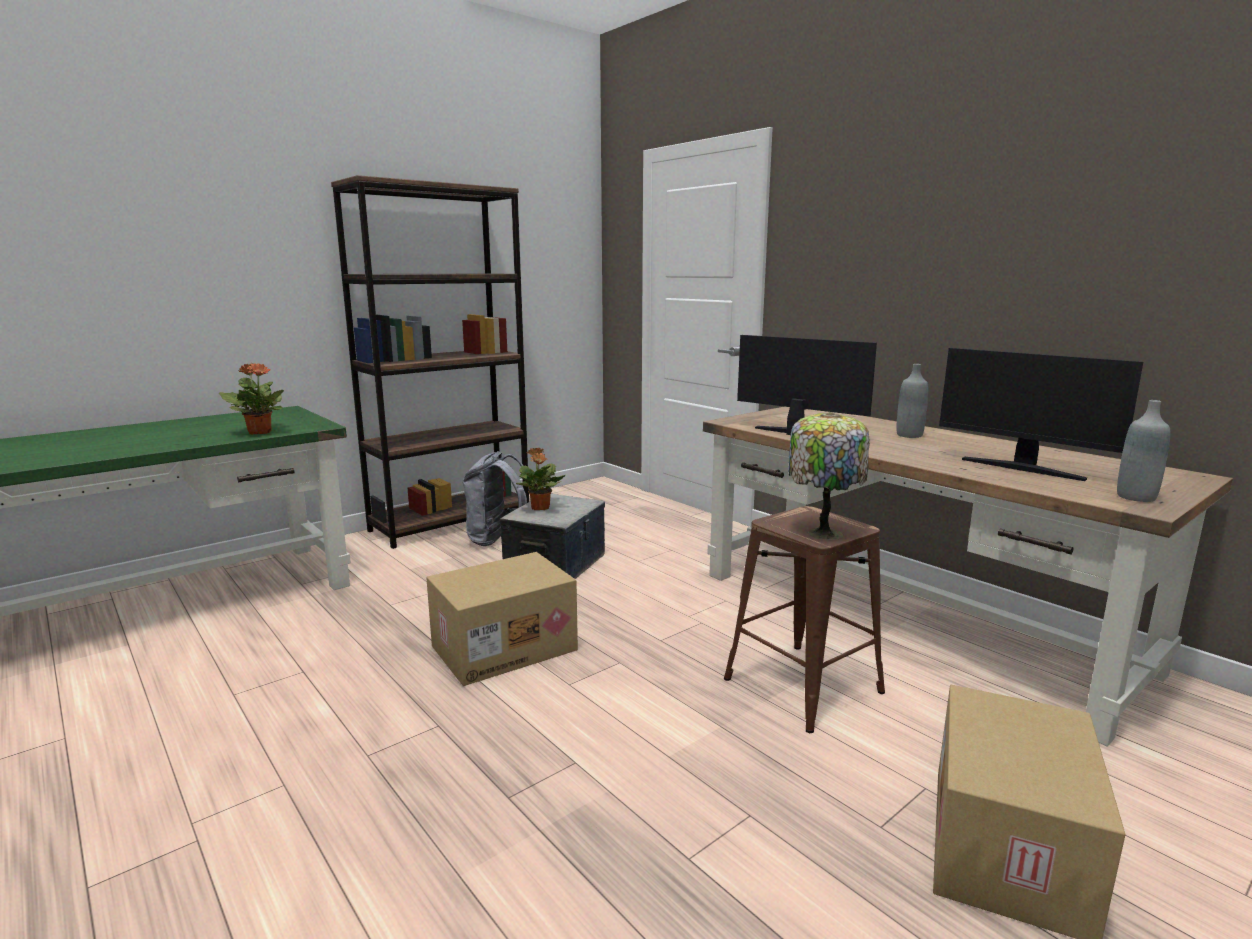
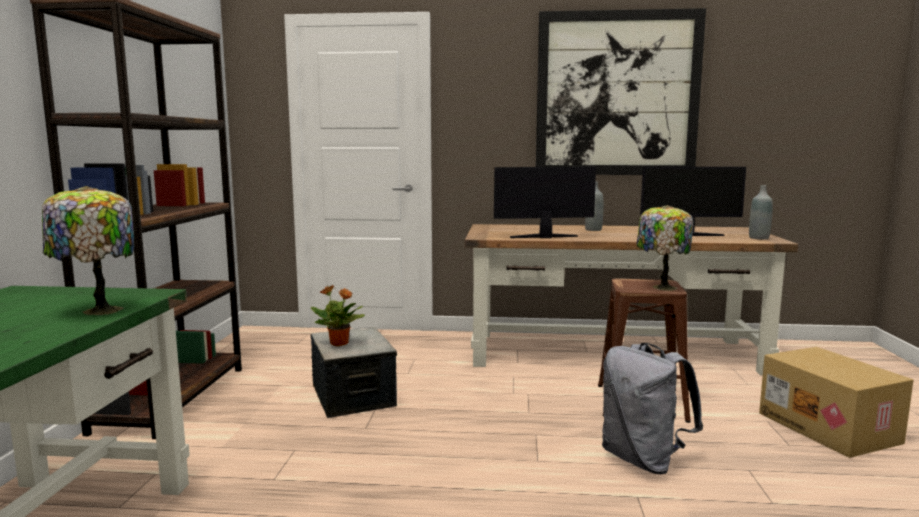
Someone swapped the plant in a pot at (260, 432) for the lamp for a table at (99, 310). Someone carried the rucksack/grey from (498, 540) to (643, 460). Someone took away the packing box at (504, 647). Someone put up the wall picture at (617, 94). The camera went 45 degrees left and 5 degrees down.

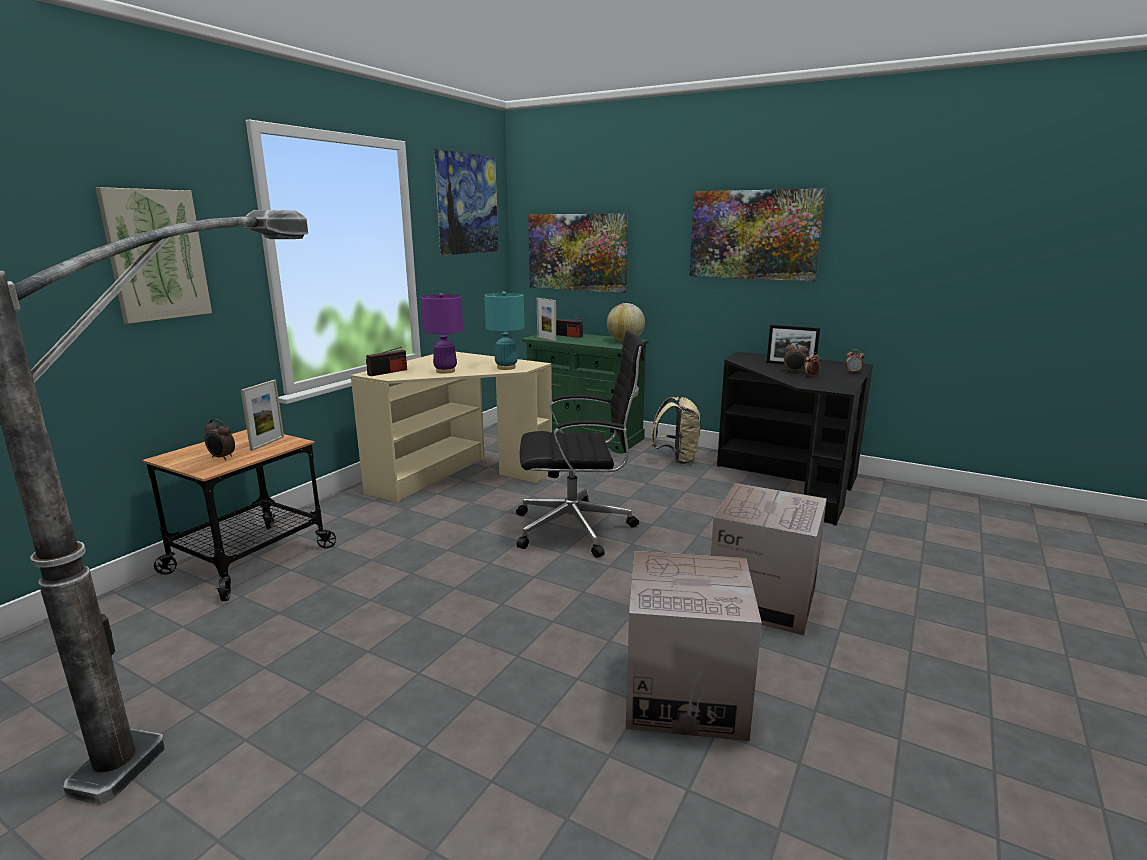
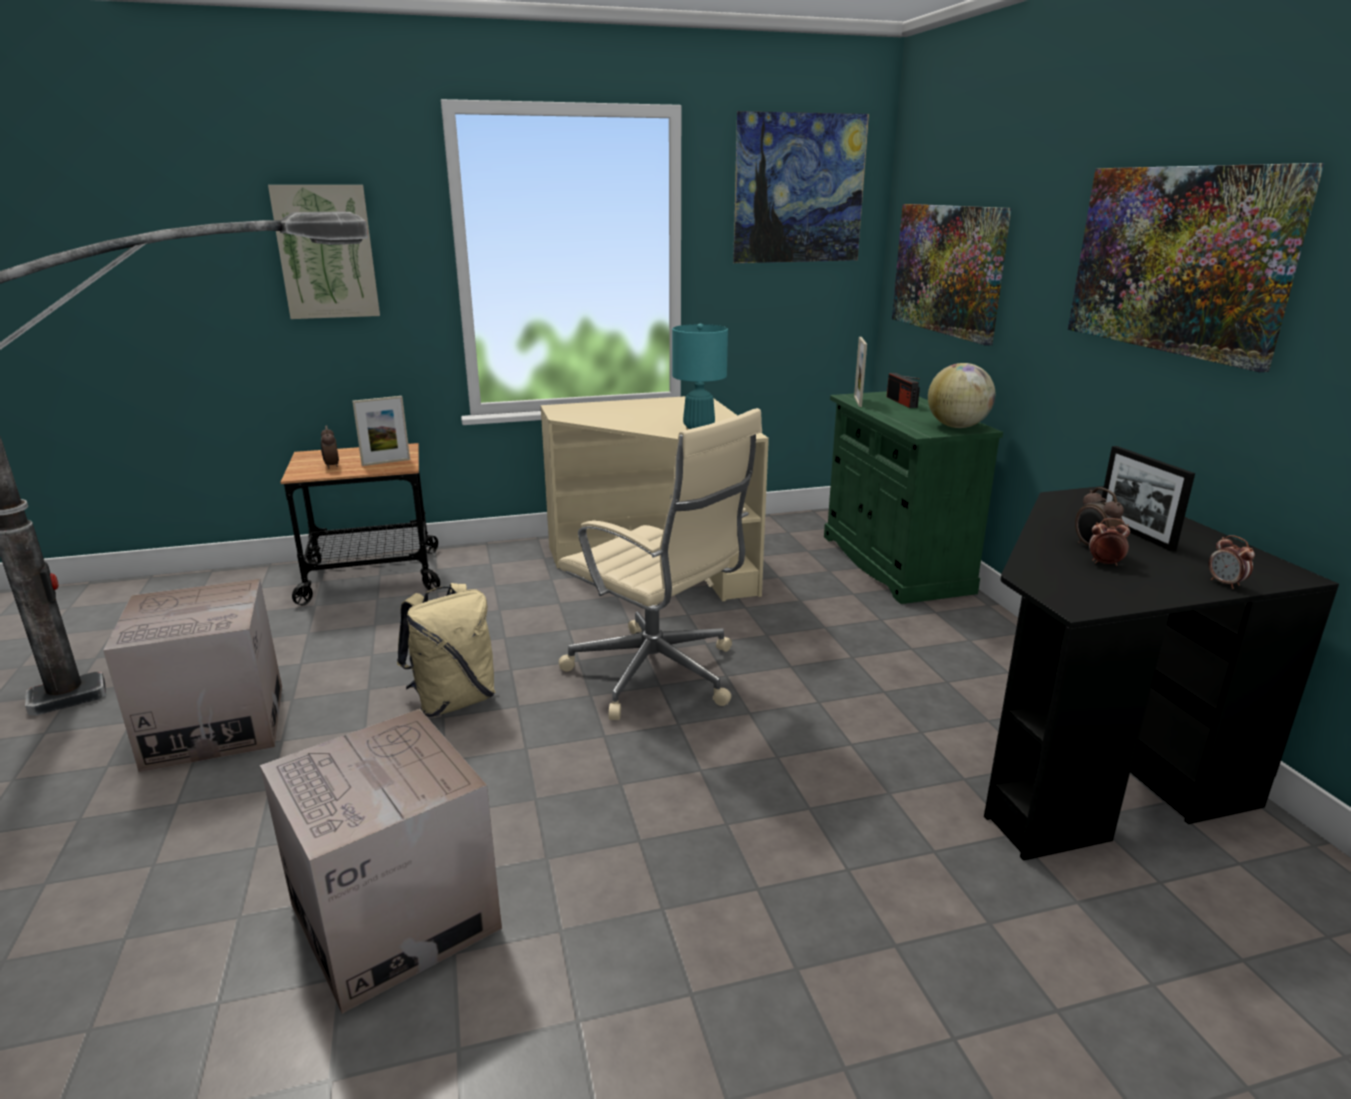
Someone took away the lamp for a table/purplish at (445, 371). Someone repainted the office chair/blackish at (577, 528), which became the office chair/beige-coloured at (658, 675). Someone took away the radio at (387, 372). Someone carried the rucksack/beige-coloured from (676, 459) to (454, 701). Someone carried the packing box from (762, 599) to (216, 726). The camera went 45 degrees right and 5 degrees up.

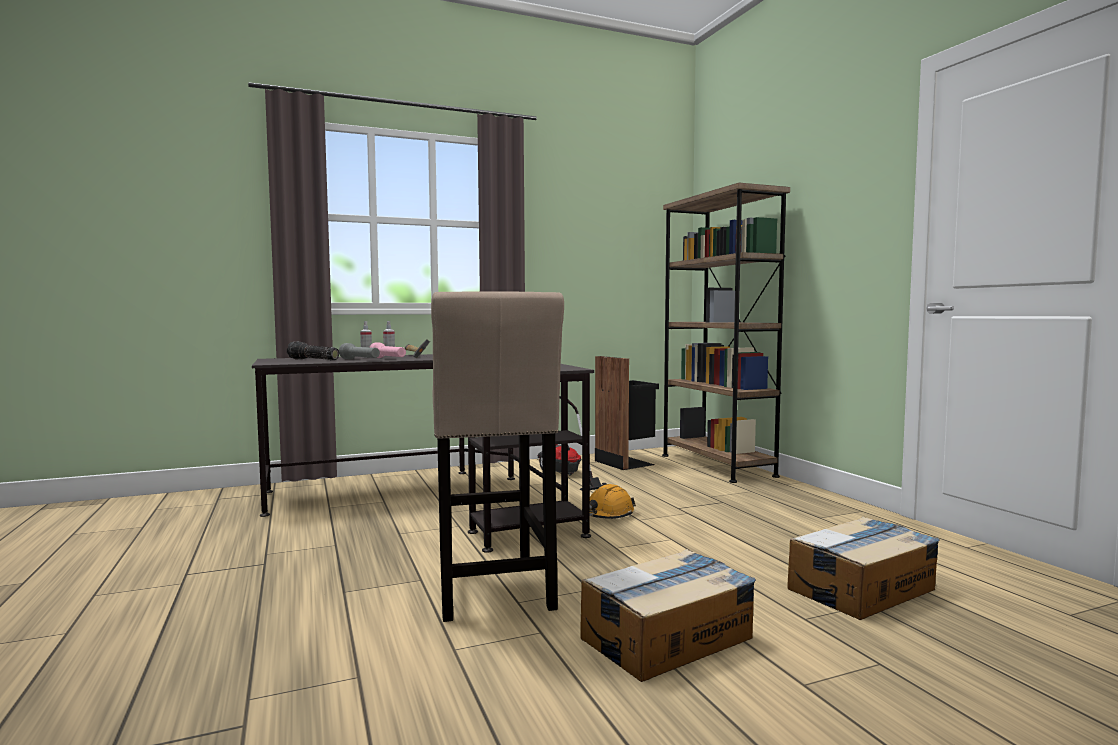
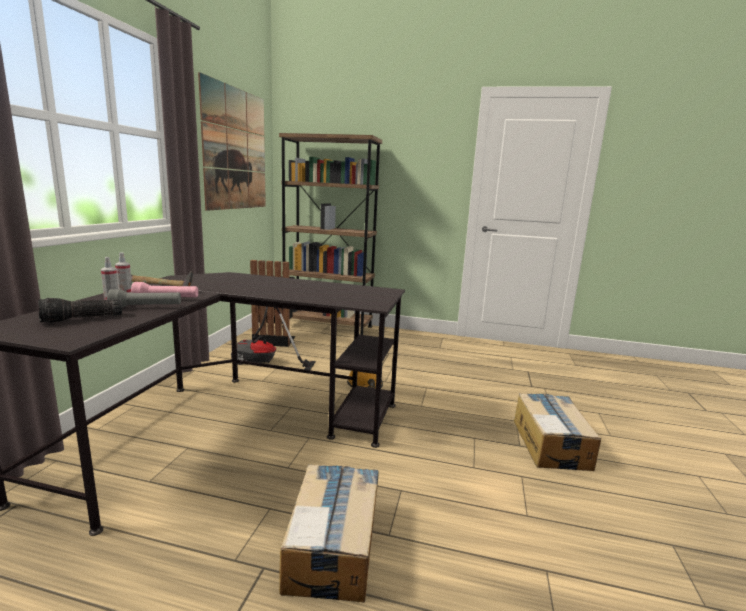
Someone took away the stool seat/beige-coloured at (493, 590). Someone carried the packing box from (862, 589) to (333, 545). Someone put up the wall picture at (235, 149). The camera went 55 degrees left and 10 degrees up.

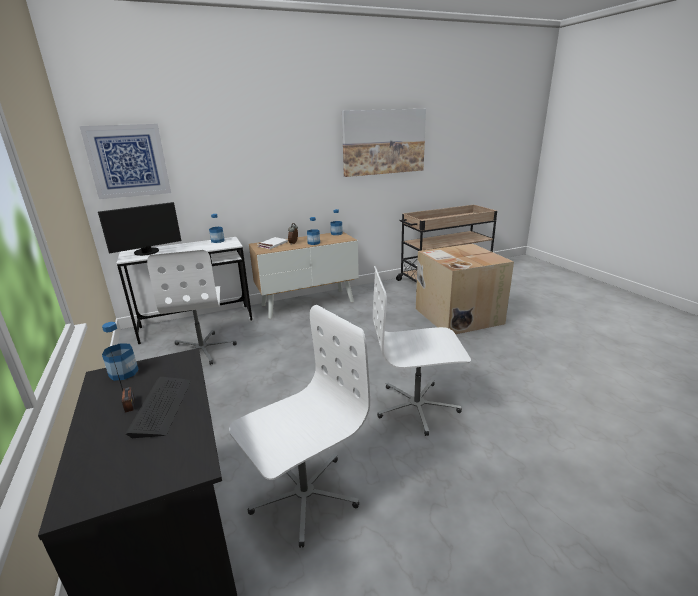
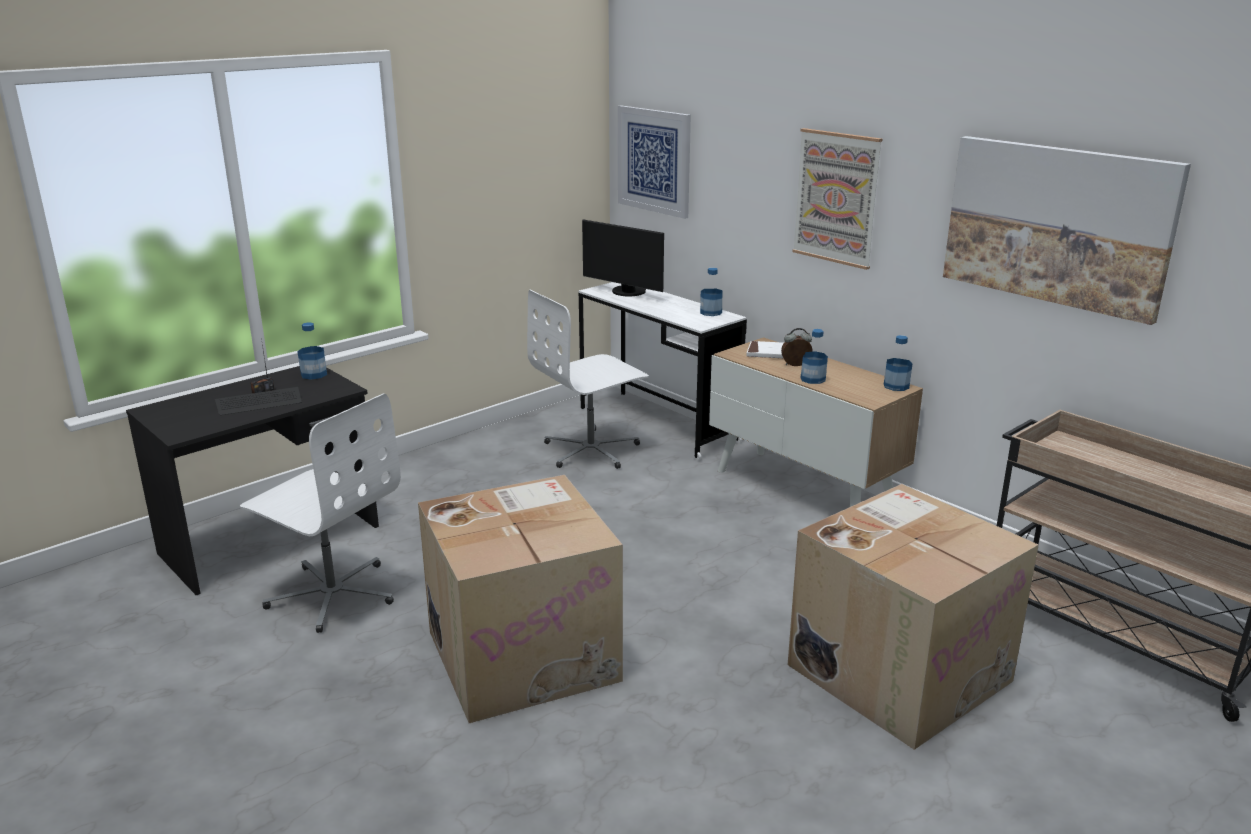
Someone swapped the office chair/white at (417, 407) for the packing box at (524, 653). Someone put up the wall picture at (836, 198). The camera went 70 degrees right and 0 degrees up.

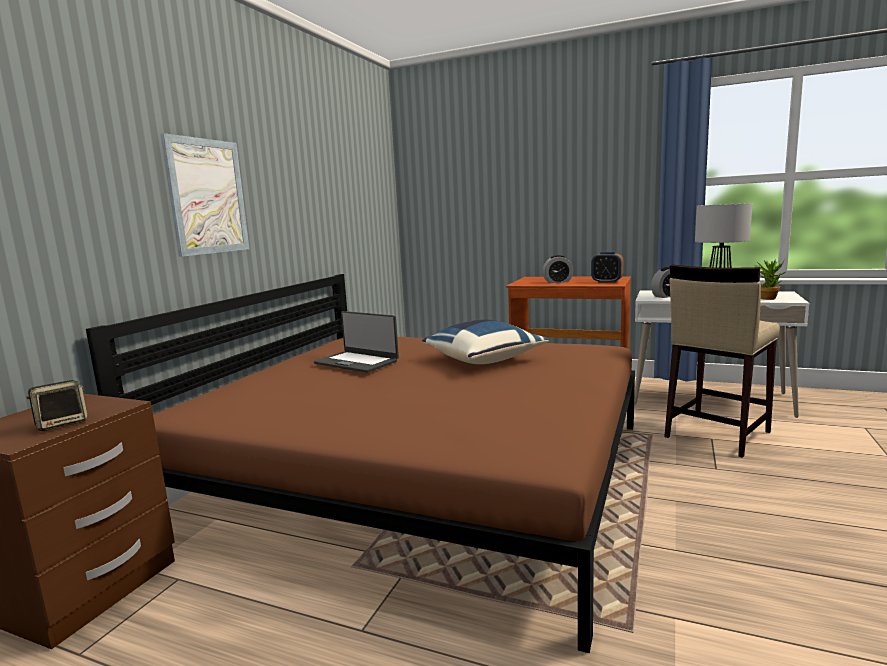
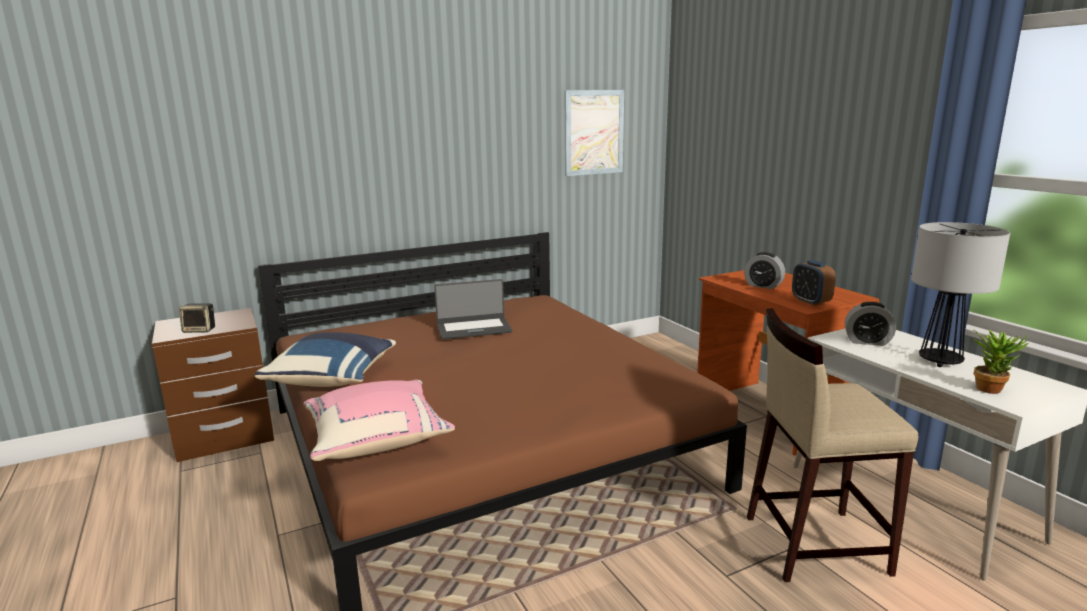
Someone carried the wall picture from (207, 197) to (593, 132). Someone rotated the notebook computer at (357, 362) by 90 degrees counterclockwise. Someone carried the throw pillow/blue-coloured from (483, 360) to (333, 379). Someone put down the throw pillow/pink at (377, 440). The camera went 40 degrees right and 5 degrees up.

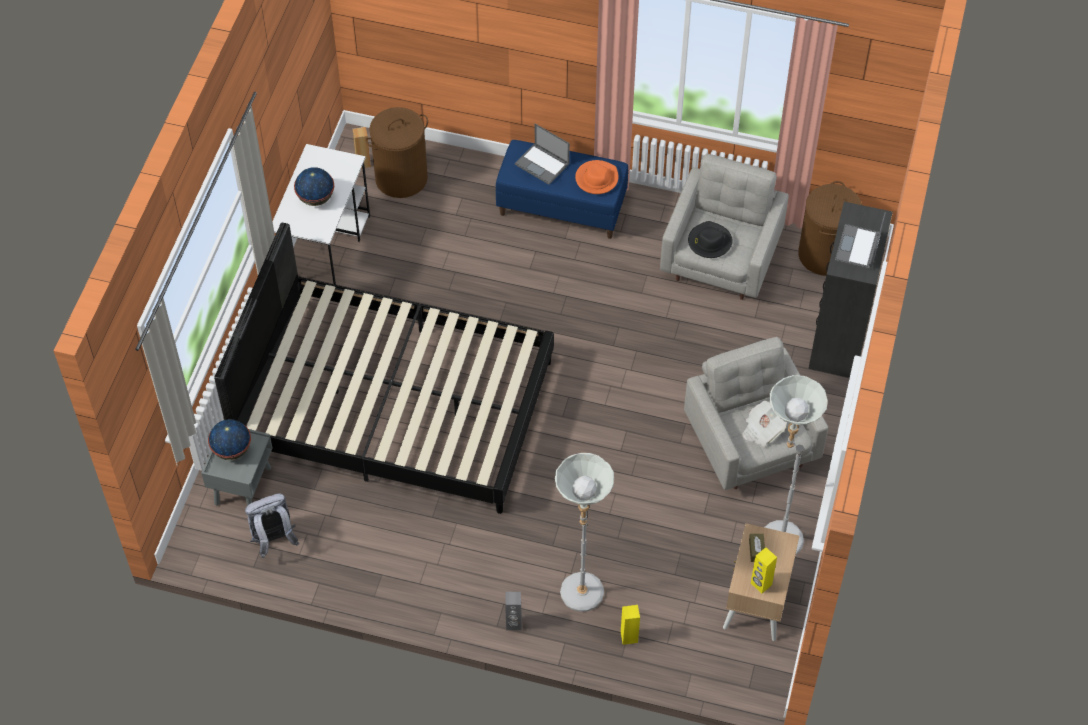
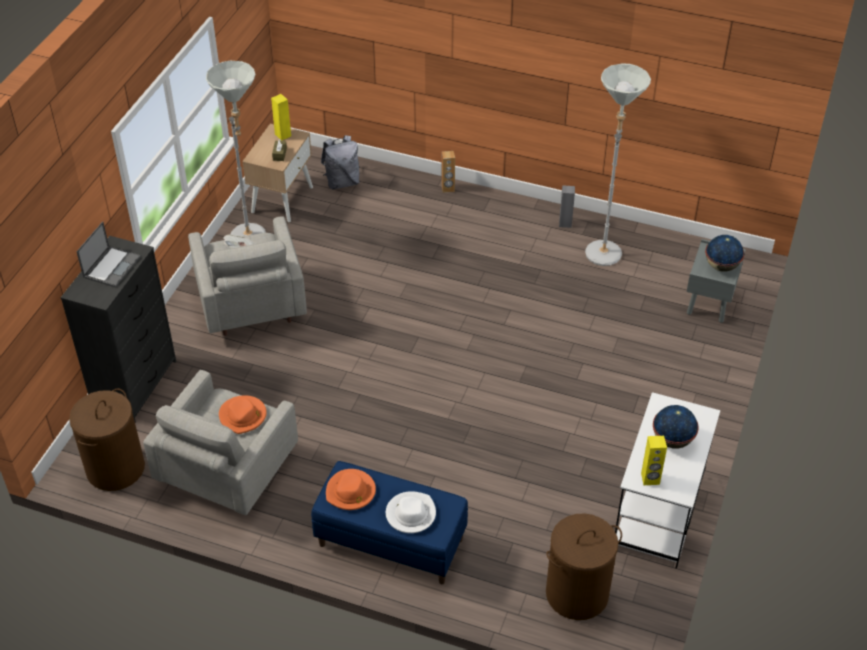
Someone swapped the notebook computer at (542, 164) for the wearable hat/white at (410, 514). Someone carried the audio speaker/brown-coloured from (363, 163) to (448, 188). Someone repainted the wearable hat/blackish at (709, 242), which became the wearable hat/orangey at (243, 416). Someone took away the sleeping bed/blackish at (395, 405). Someone carried the floor lamp/grey from (581, 601) to (604, 248). Someone carried the rucksack/grey from (274, 540) to (342, 182). Someone carried the audio speaker/grey from (513, 624) to (565, 223). Someone carried the audio speaker/yellow from (629, 637) to (650, 479). The camera went 175 degrees left and 10 degrees down.

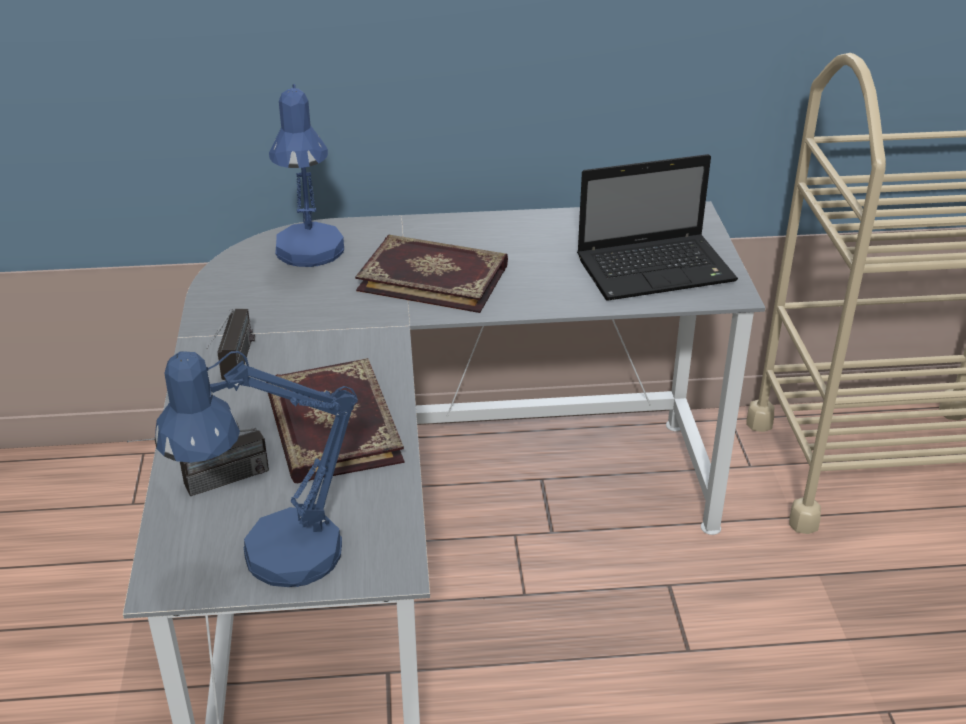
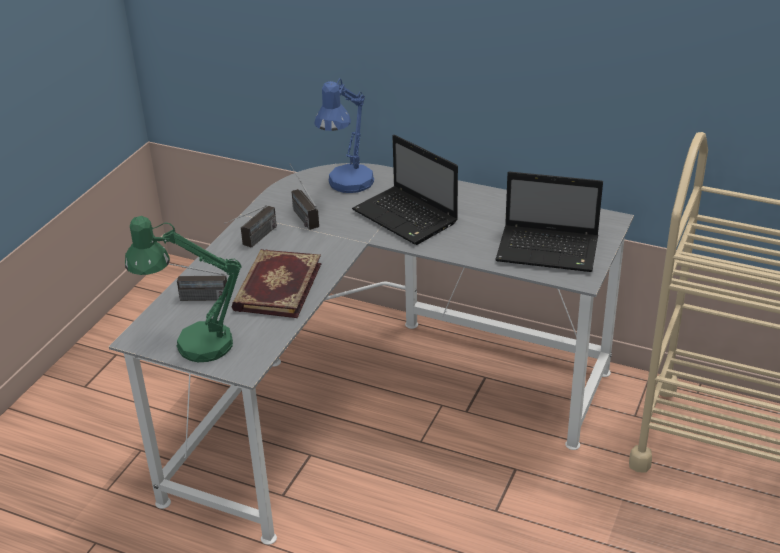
Someone swapped the book at (434, 277) for the notebook computer at (407, 217). Someone repainted the lamp for a table/blue-coloured at (272, 560), which became the lamp for a table/green at (192, 345). Someone put down the radio at (300, 213). The camera went 30 degrees right and 0 degrees up.

